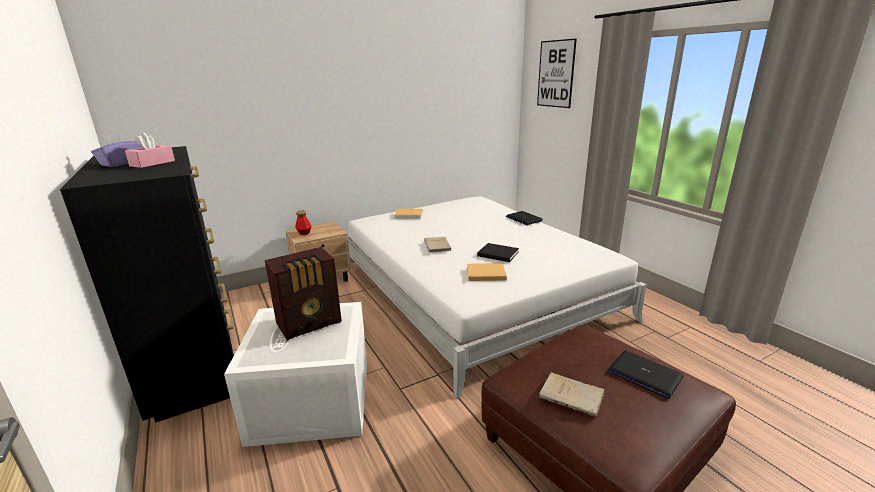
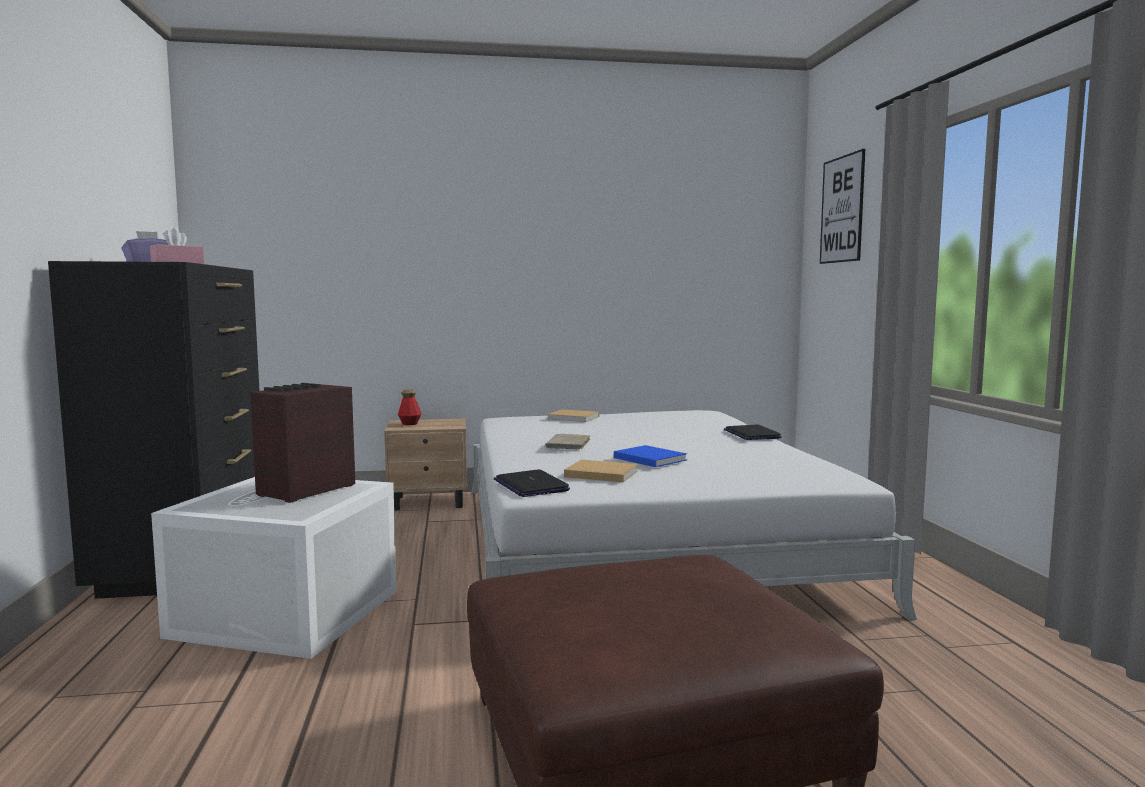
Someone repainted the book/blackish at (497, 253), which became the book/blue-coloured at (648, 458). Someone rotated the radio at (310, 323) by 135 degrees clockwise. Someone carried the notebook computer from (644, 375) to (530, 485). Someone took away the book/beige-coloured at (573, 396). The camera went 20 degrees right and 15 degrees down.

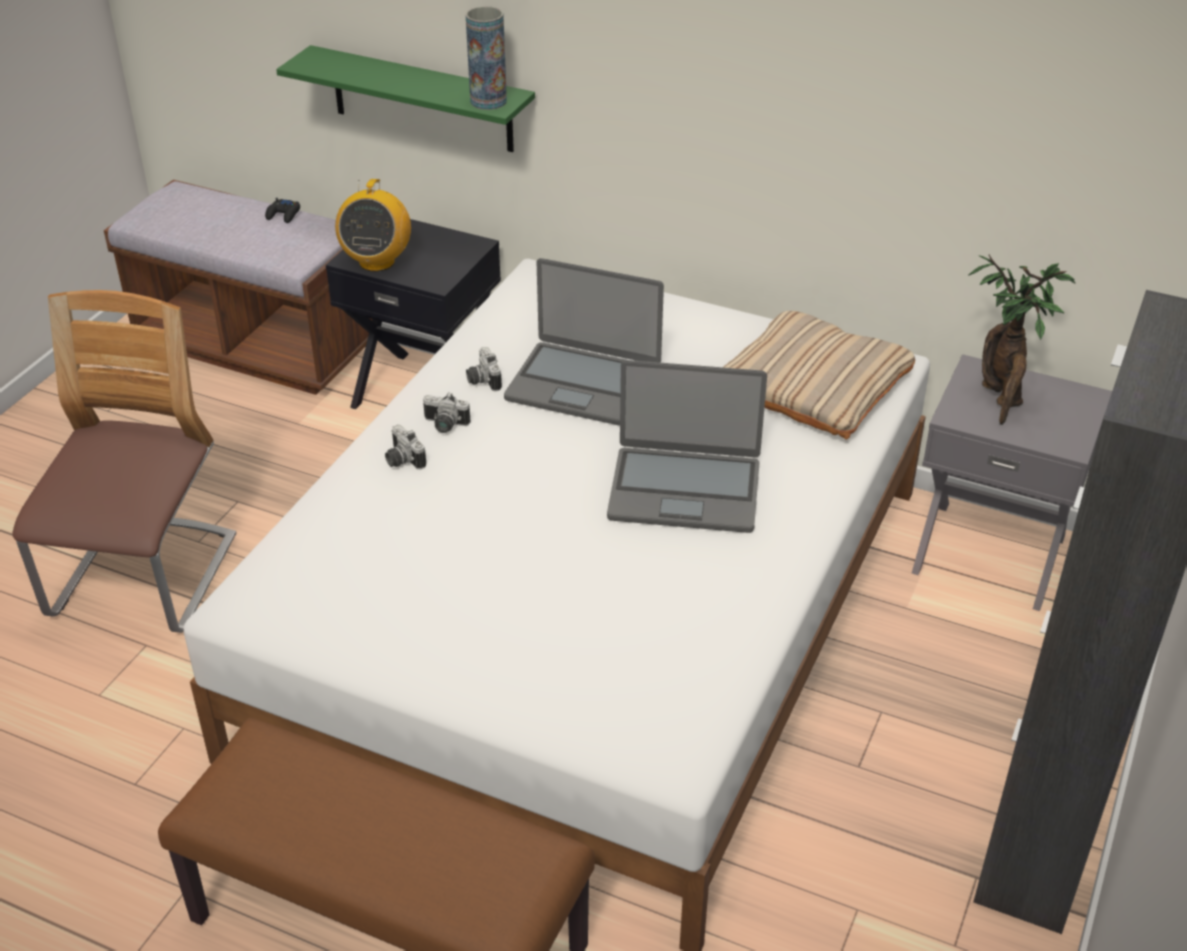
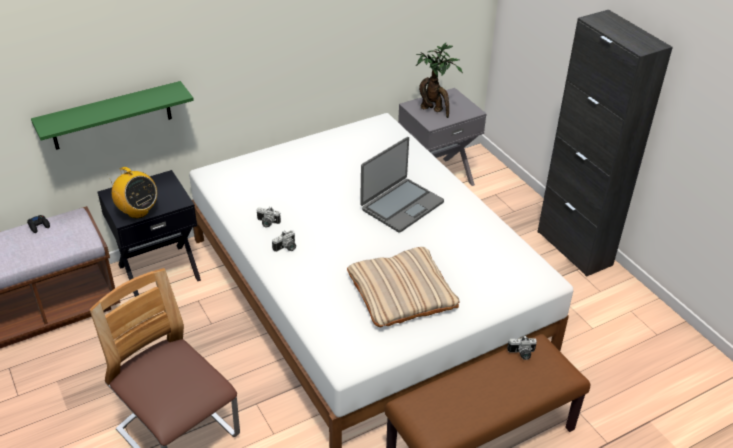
Someone took away the flower vase at (488, 101). Someone took away the notebook computer at (583, 385). Someone carried the throw pillow/beige-coloured from (814, 384) to (402, 292). Someone carried the still camera from (401, 460) to (522, 354). The camera went 55 degrees left and 0 degrees up.

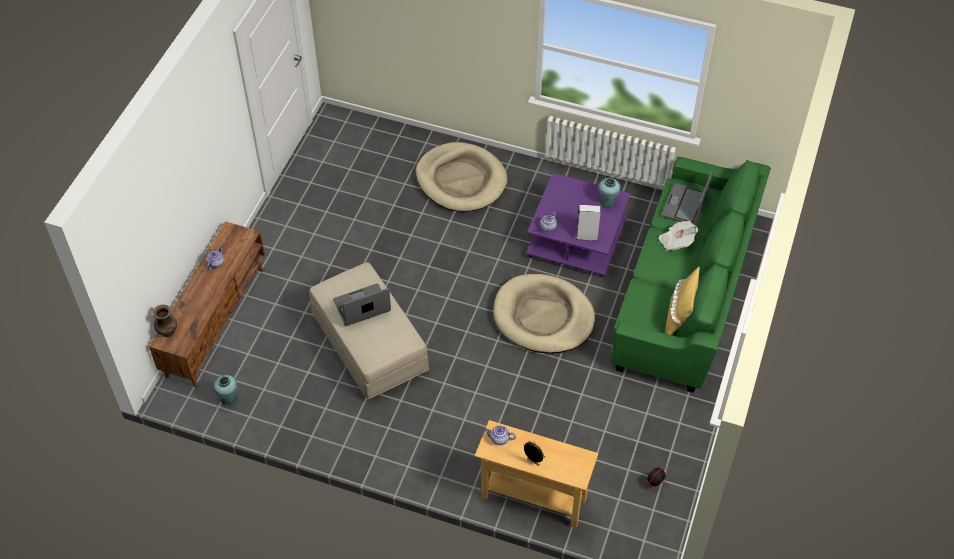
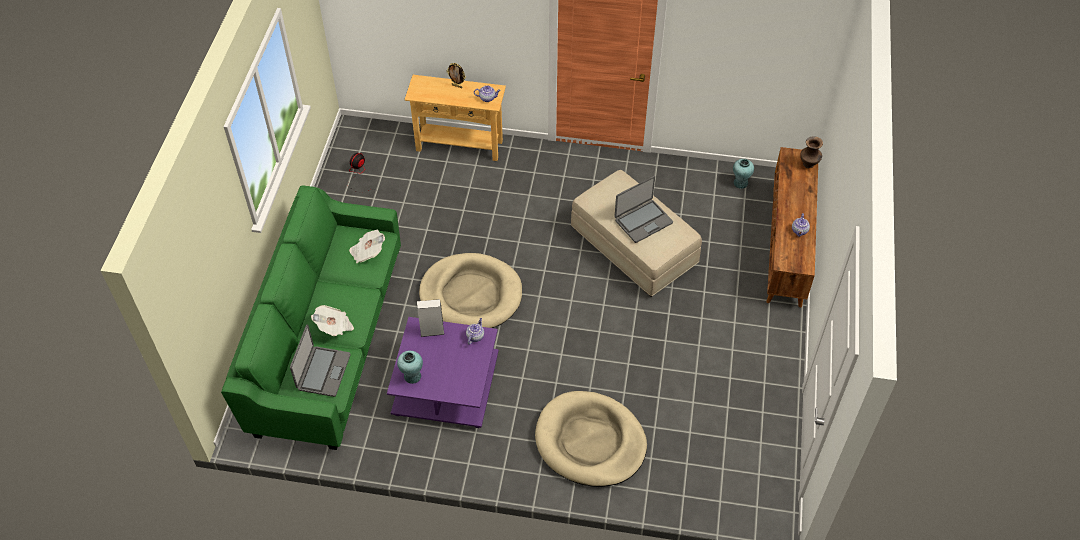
Someone took away the throw pillow/yellow at (679, 318). Someone put down the daily paper at (367, 252). The camera went 170 degrees right and 0 degrees up.

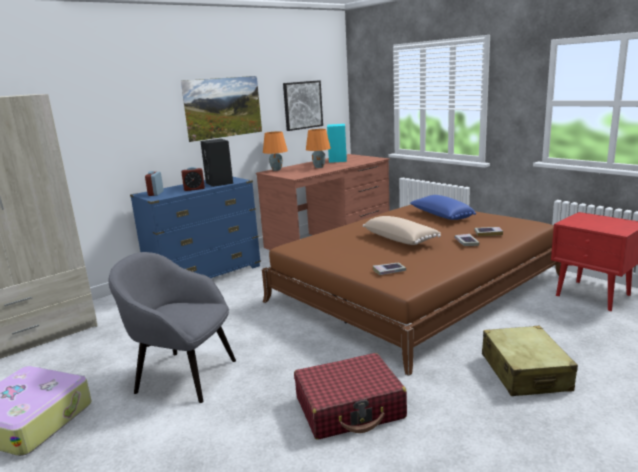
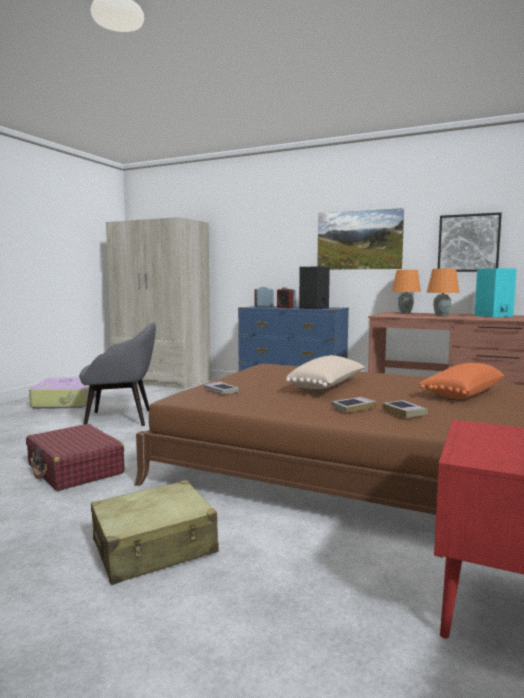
Someone repainted the throw pillow/blue-coloured at (441, 216), which became the throw pillow/orangey at (461, 394). Someone rotated the lounge chair/grey at (184, 375) by 90 degrees clockwise. The camera went 65 degrees right and 10 degrees down.

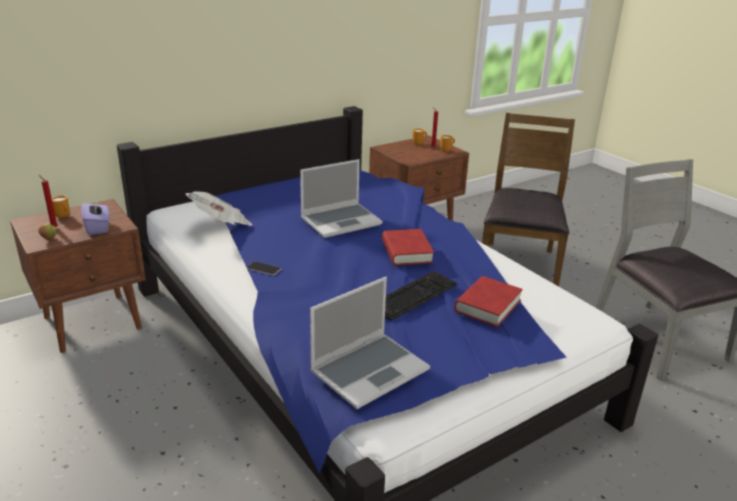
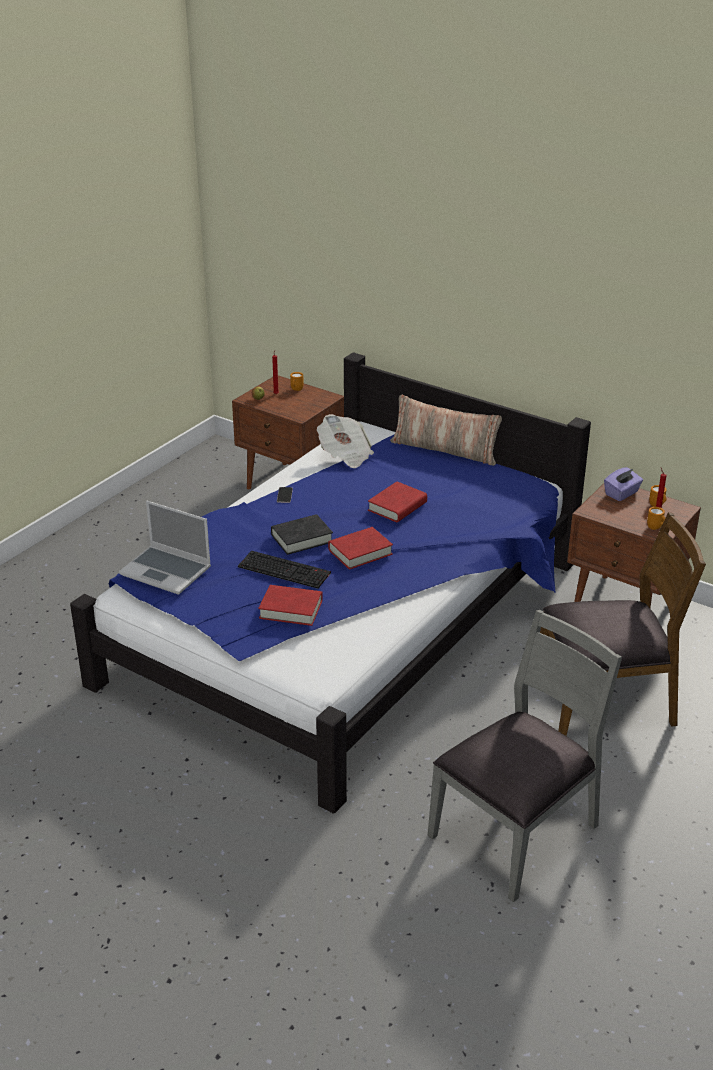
Someone swapped the notebook computer at (341, 221) for the book/red at (397, 507). Someone carried the tissue box/purplish from (98, 228) to (622, 493). Someone put down the throw pillow at (445, 450). Someone put down the book/blackish at (302, 538). The camera went 70 degrees right and 5 degrees up.

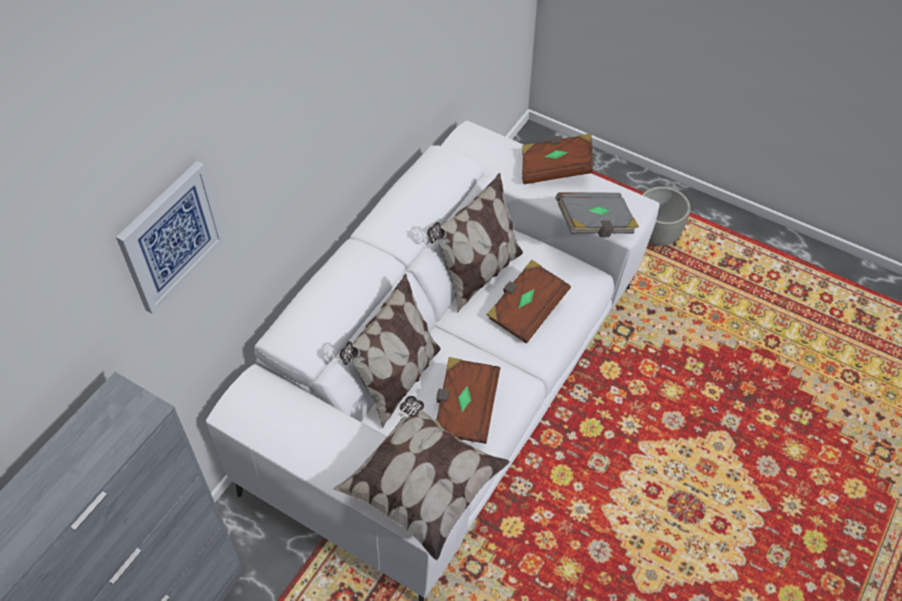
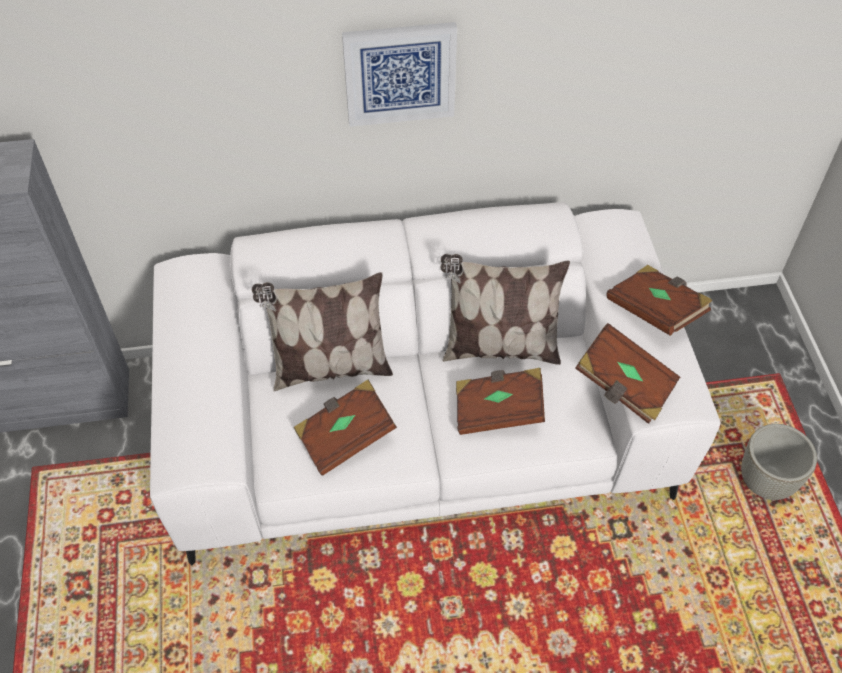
Someone carried the wall picture from (170, 236) to (400, 73). Someone repainted the book/grey at (595, 224), which became the book/brown-coloured at (624, 385). Someone took away the throw pillow at (423, 486). The camera went 50 degrees right and 0 degrees up.

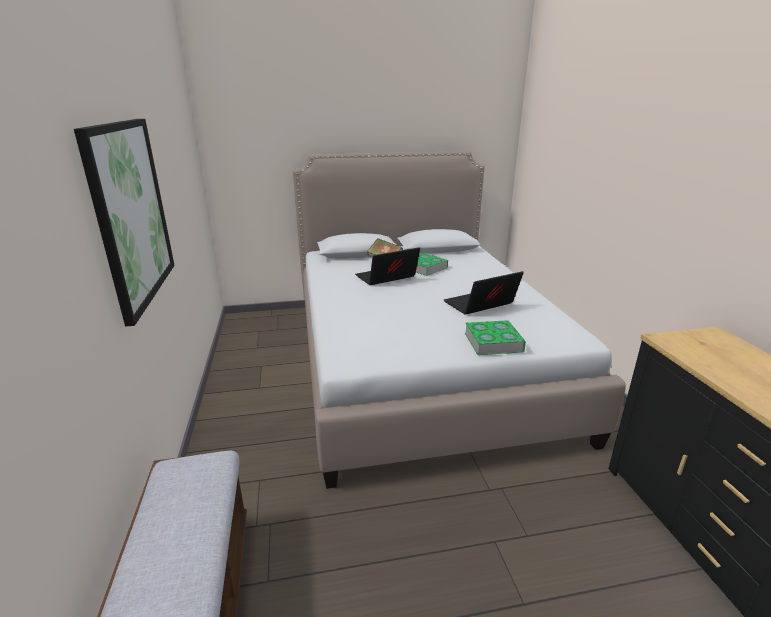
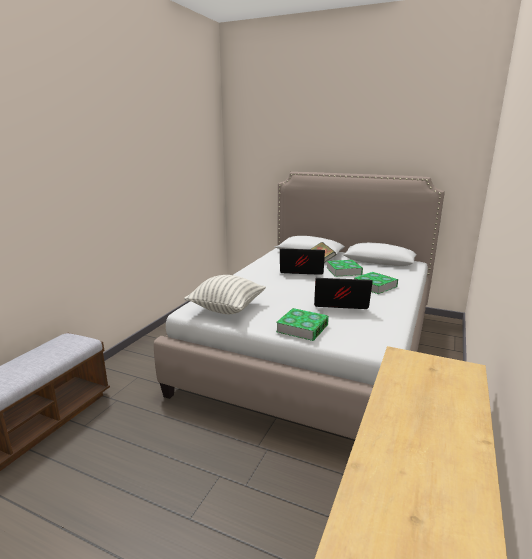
Someone took away the wall picture at (131, 213). Someone put down the book at (375, 286). Someone put down the throw pillow at (227, 308). The camera went 35 degrees right and 5 degrees down.

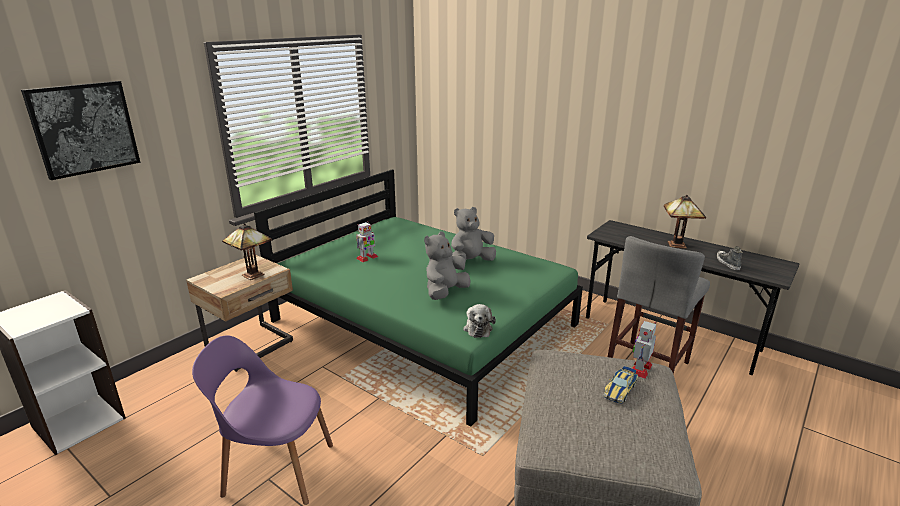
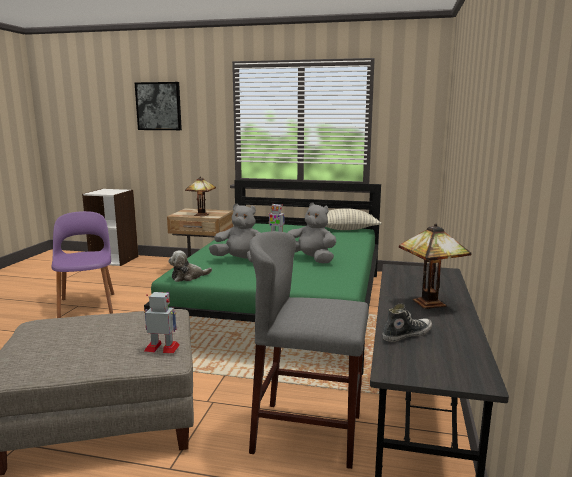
Someone took away the miniature car at (620, 389). Someone put down the throw pillow at (345, 229). The camera went 65 degrees right and 10 degrees down.

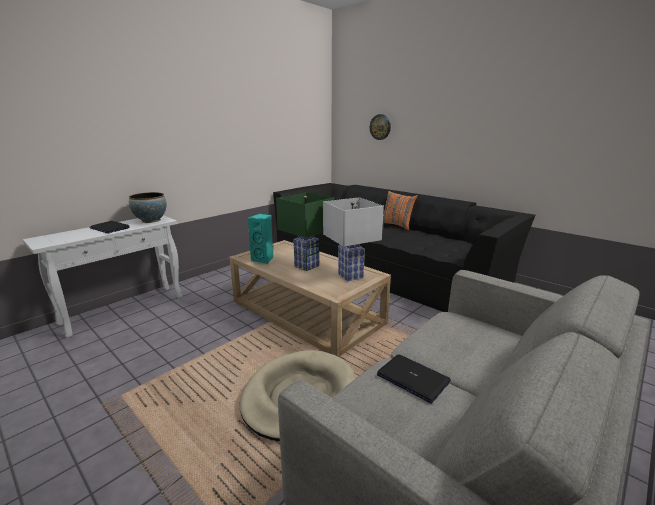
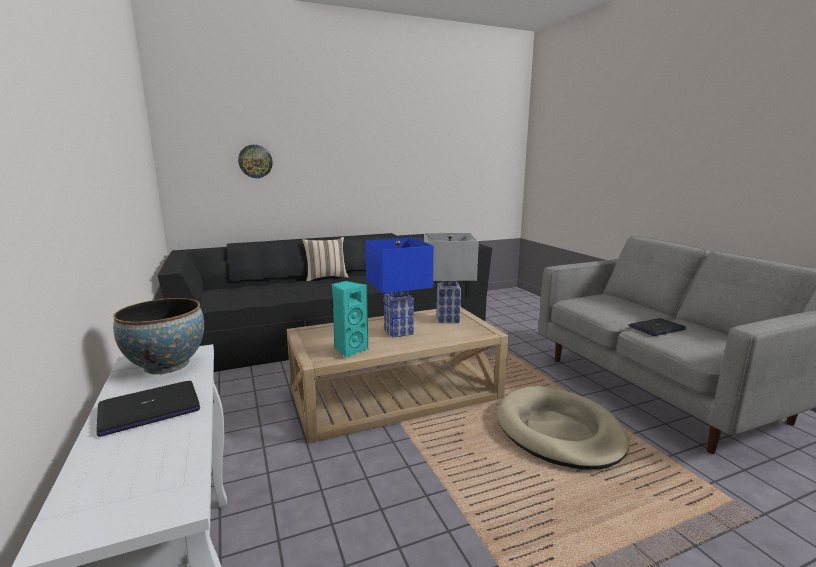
Someone repainted the throw pillow/orangey at (397, 225), which became the throw pillow/beige-coloured at (326, 277). Someone repainted the lamp for a table/green at (306, 266), which became the lamp for a table/blue-coloured at (399, 332). The camera went 65 degrees left and 5 degrees down.

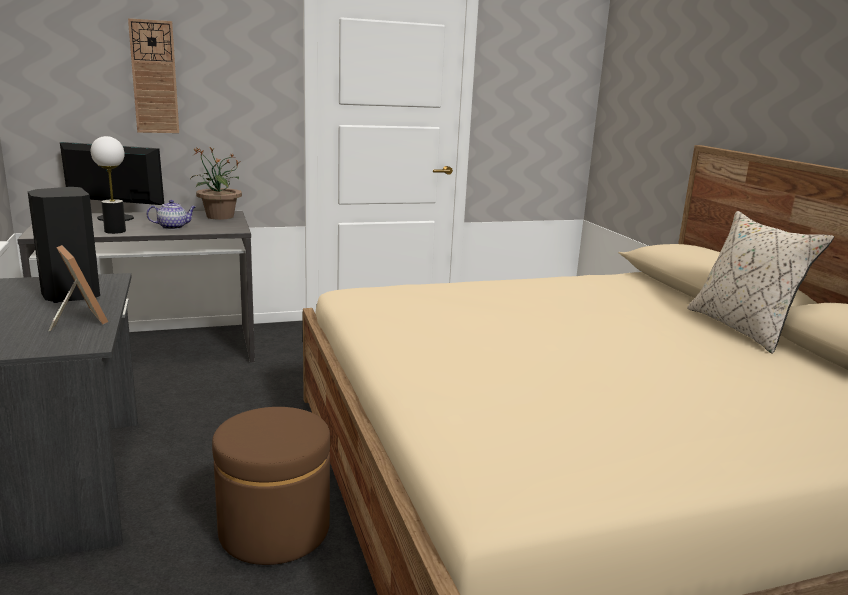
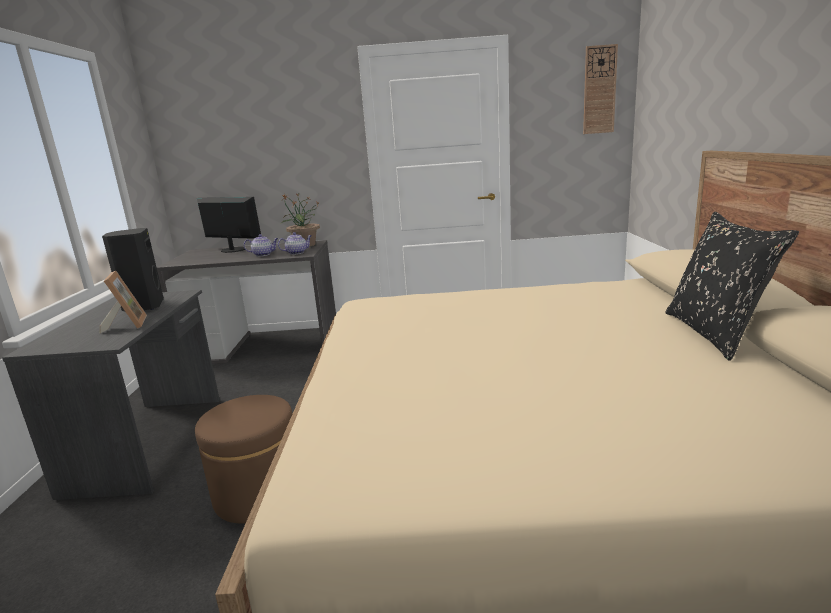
Someone carried the hanging clock from (154, 77) to (599, 90). Someone took away the lamp for a table at (115, 231). Someone repainted the throw pillow/beige-coloured at (742, 329), which became the throw pillow/blackish at (715, 333). Someone put down the tea pot at (297, 252). The camera went 20 degrees right and 0 degrees up.

